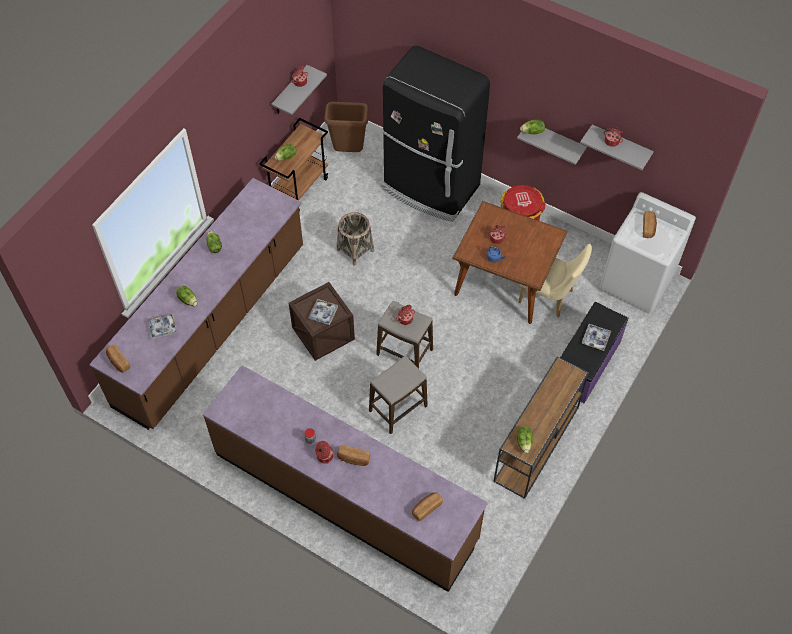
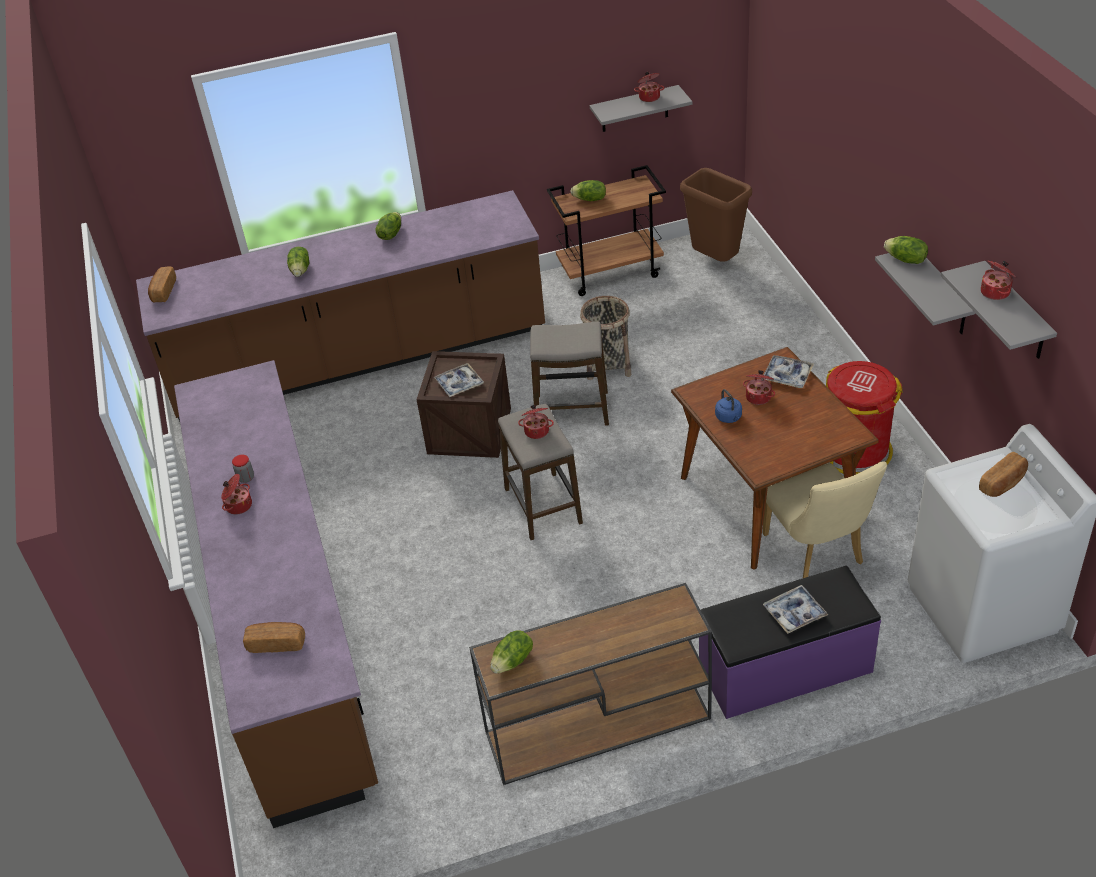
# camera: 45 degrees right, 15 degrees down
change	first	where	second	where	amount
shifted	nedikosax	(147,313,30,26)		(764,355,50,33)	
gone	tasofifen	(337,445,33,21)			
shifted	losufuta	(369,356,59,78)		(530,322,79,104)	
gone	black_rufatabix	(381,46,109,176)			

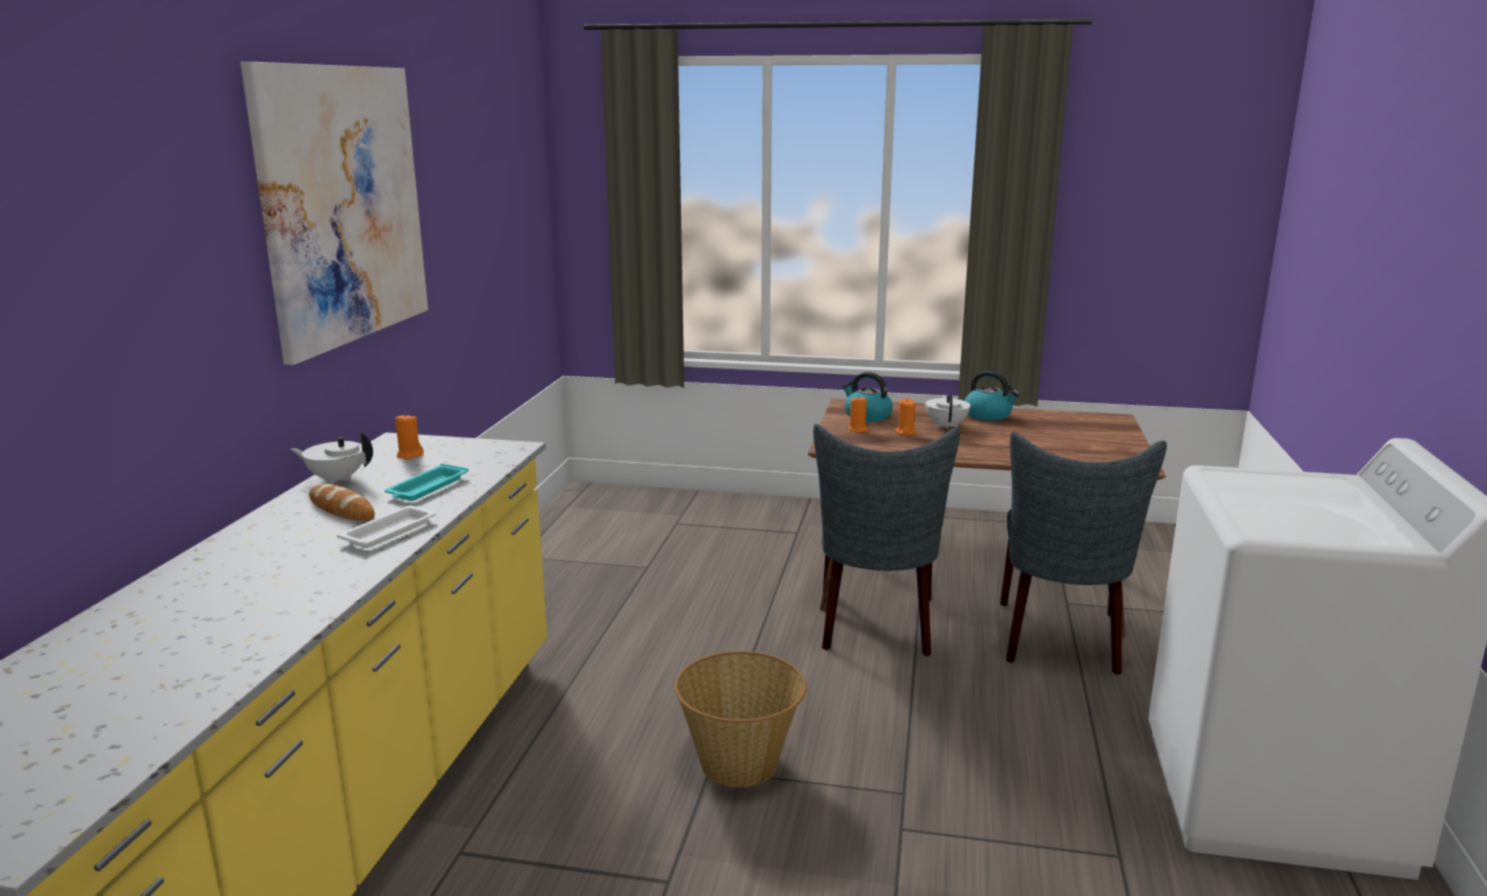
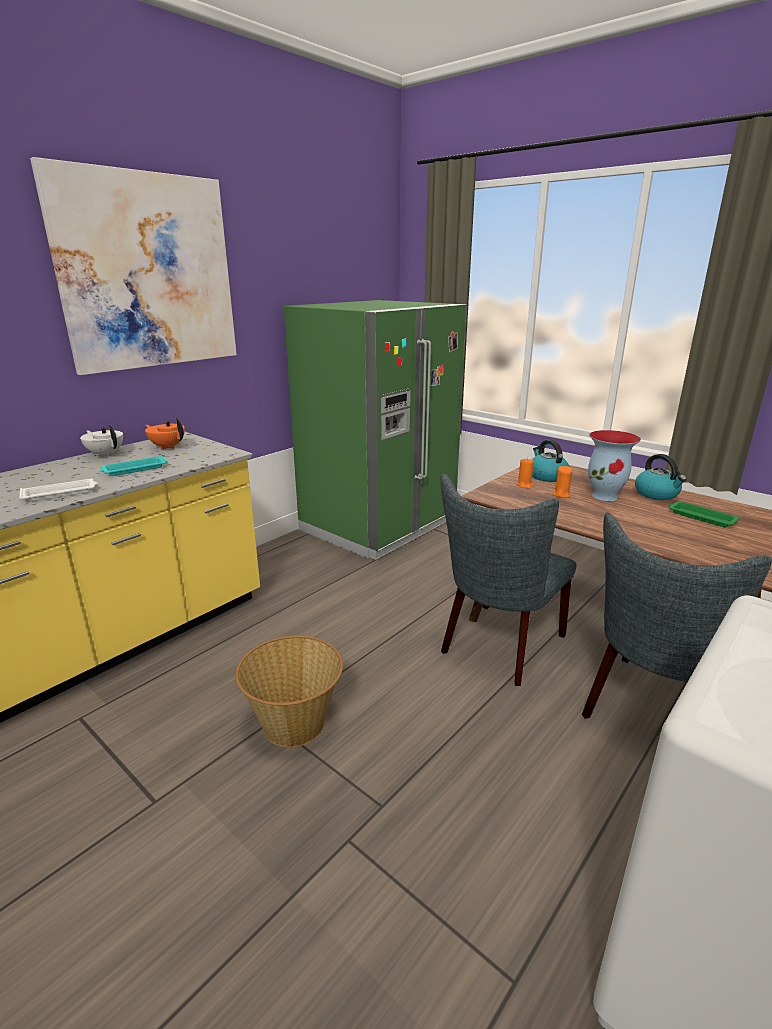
# camera: 30 degrees right, 5 degrees up
change	first	where	second	where	amount
gone	tasofifen	(309,484,66,37)			
swapped	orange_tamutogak	(395,413,29,47)	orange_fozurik	(145,418,40,32)	
swapped	white_fozurik	(925,395,45,35)	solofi	(588,430,53,71)	
new			green_rufatabix	(284,300,183,260)	
new			green_nedikosax	(669,501,72,26)	

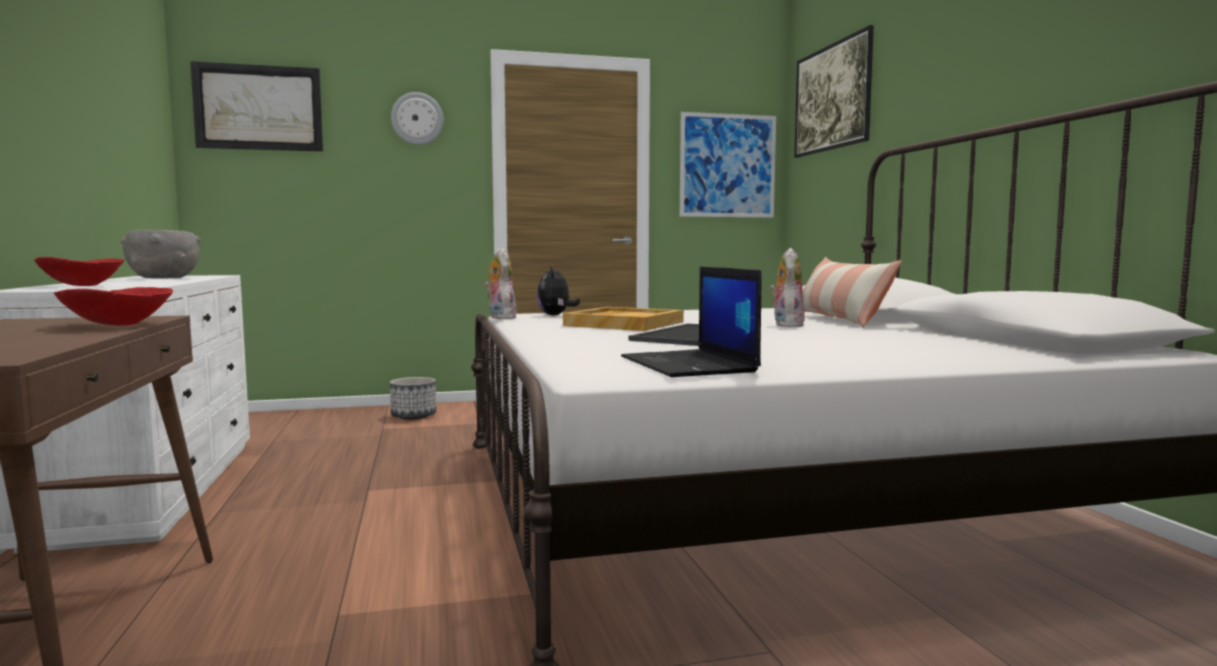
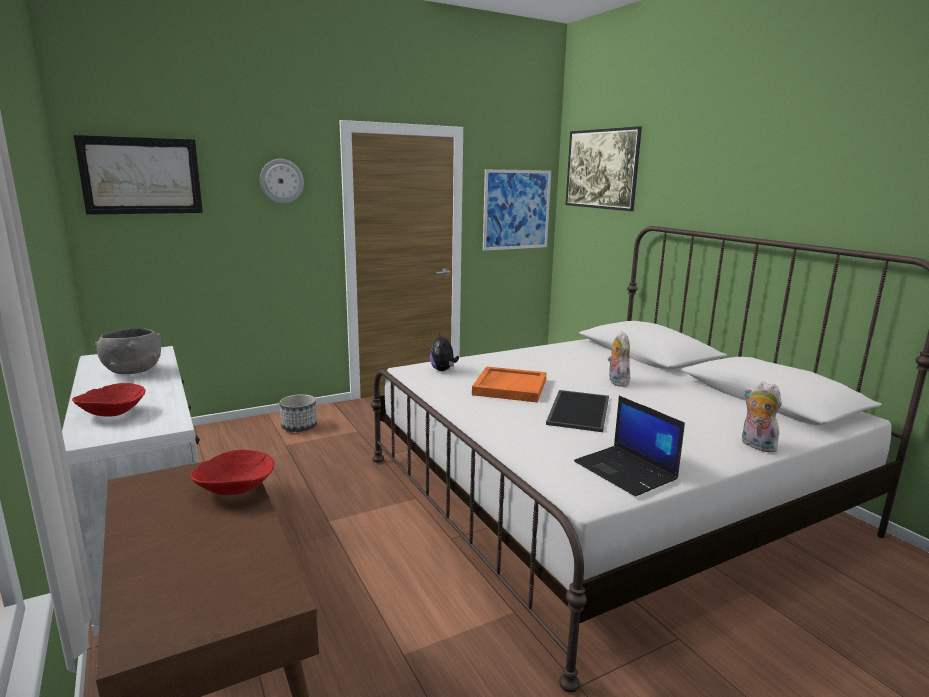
# camera: 15 degrees left, 10 degrees up
change	first	where	second	where	amount
shifted	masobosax	(484,248,33,71)		(742,381,40,71)	
repainted	beige_nedikosax	(563,307,121,24)	orange_nedikosax	(472,366,75,37)	
gone	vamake	(802,257,100,71)			

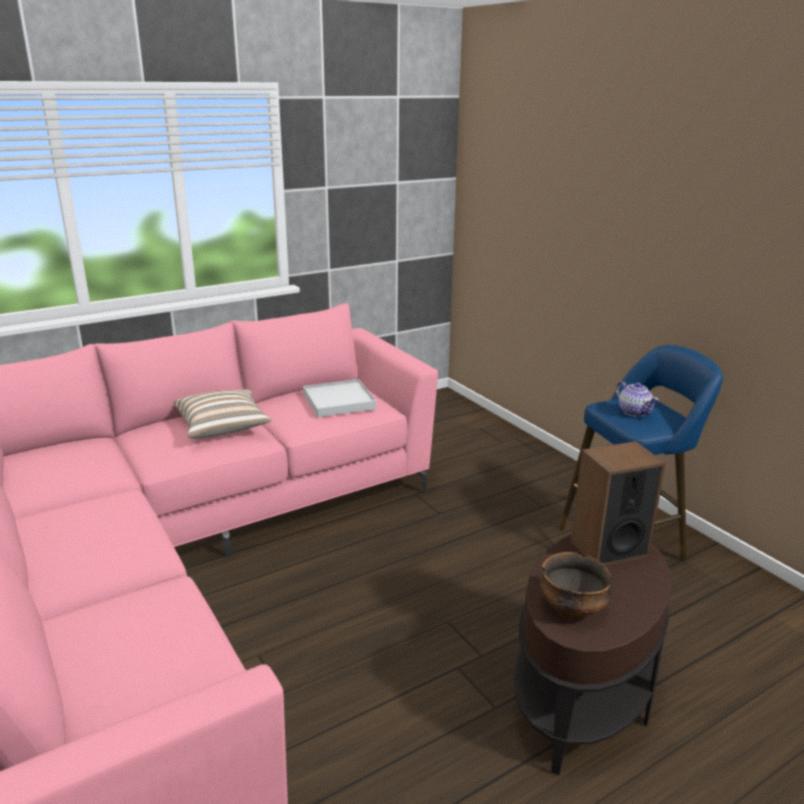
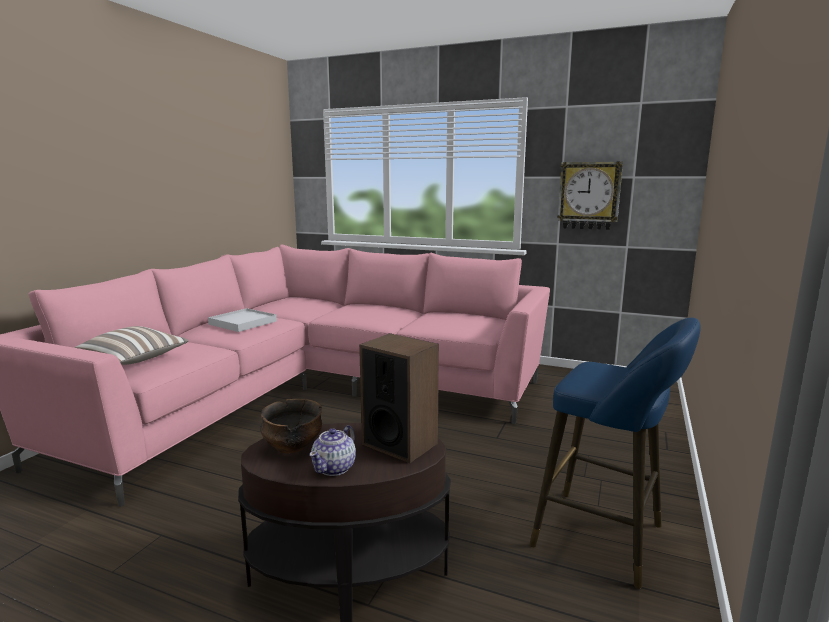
# camera: 55 degrees right, 10 degrees down
change	first	where	second	where	amount
shifted	vamake	(174,389,98,50)		(75,326,114,39)	
shifted	white_nedikosax	(303,379,73,38)		(208,308,69,24)	
shifted	fozurik	(616,381,43,36)		(309,425,47,51)	
new			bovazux	(557,161,66,69)	

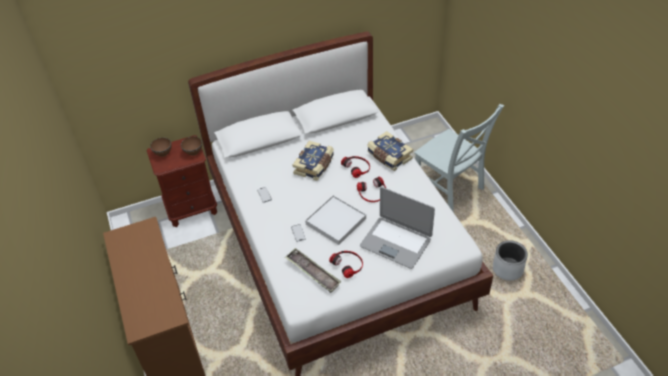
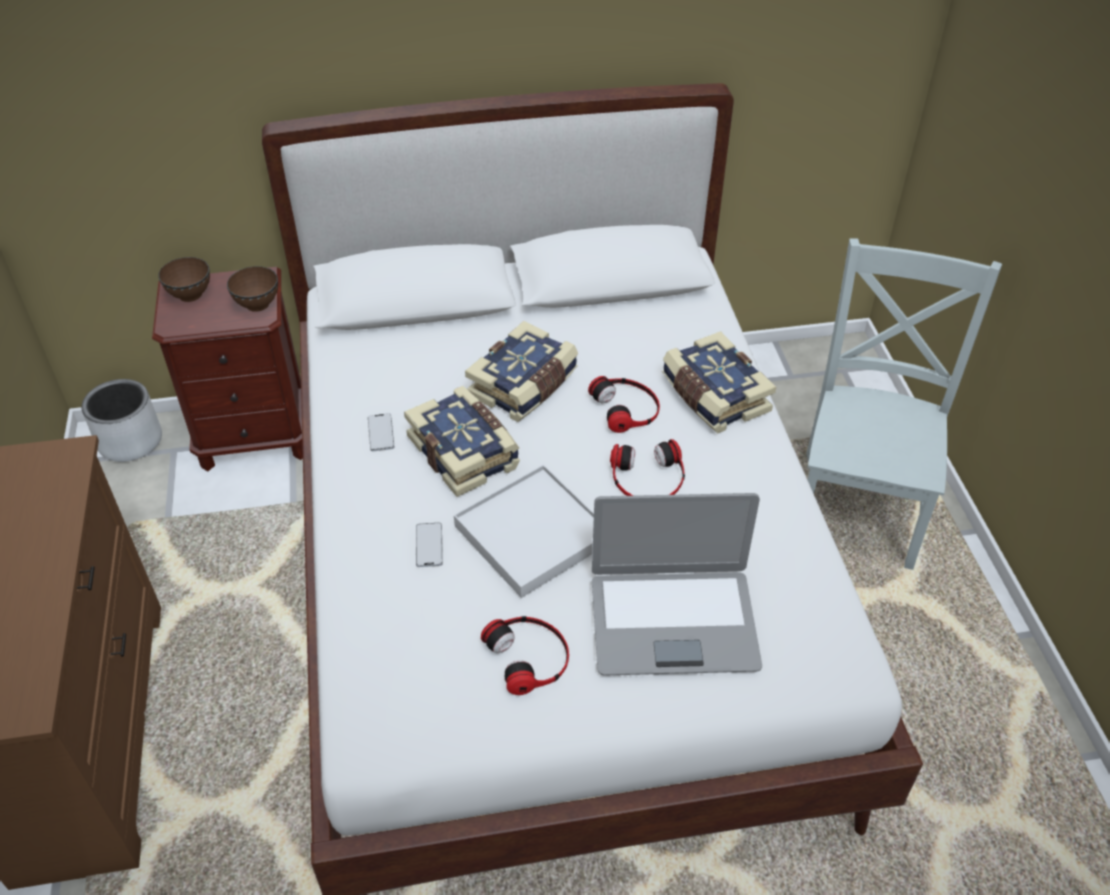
# camera: 10 degrees right, 0 degrees up
change	first	where	second	where	amount
gone	nedikosax	(285,248,56,45)			
rotated	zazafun	(360,187,75,82)		(592,493,170,183)	45 degrees counterclockwise
rotated	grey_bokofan	(414,104,90,108)		(806,238,196,332)	135 degrees counterclockwise
shifted	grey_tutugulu	(493,240,35,41)		(81,379,81,83)	
new			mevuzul	(404,386,116,111)	

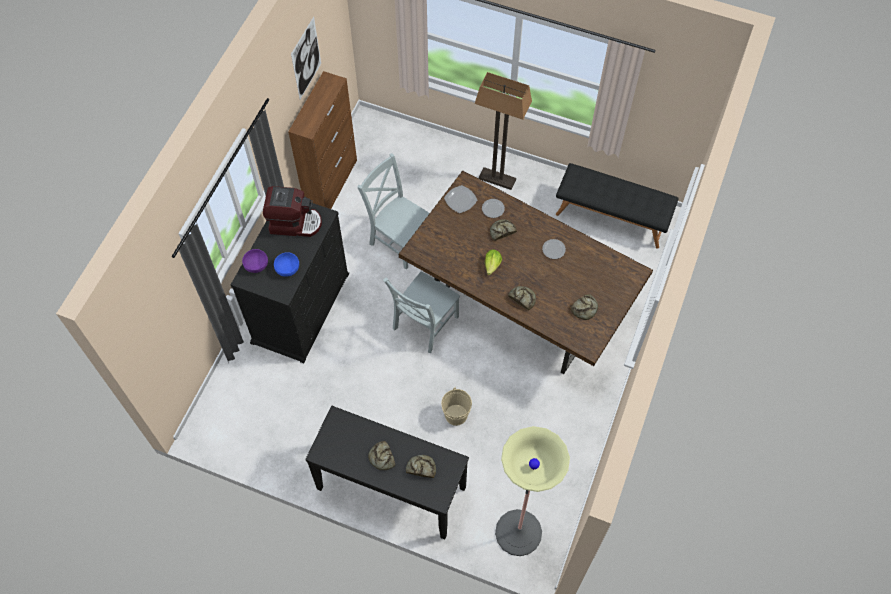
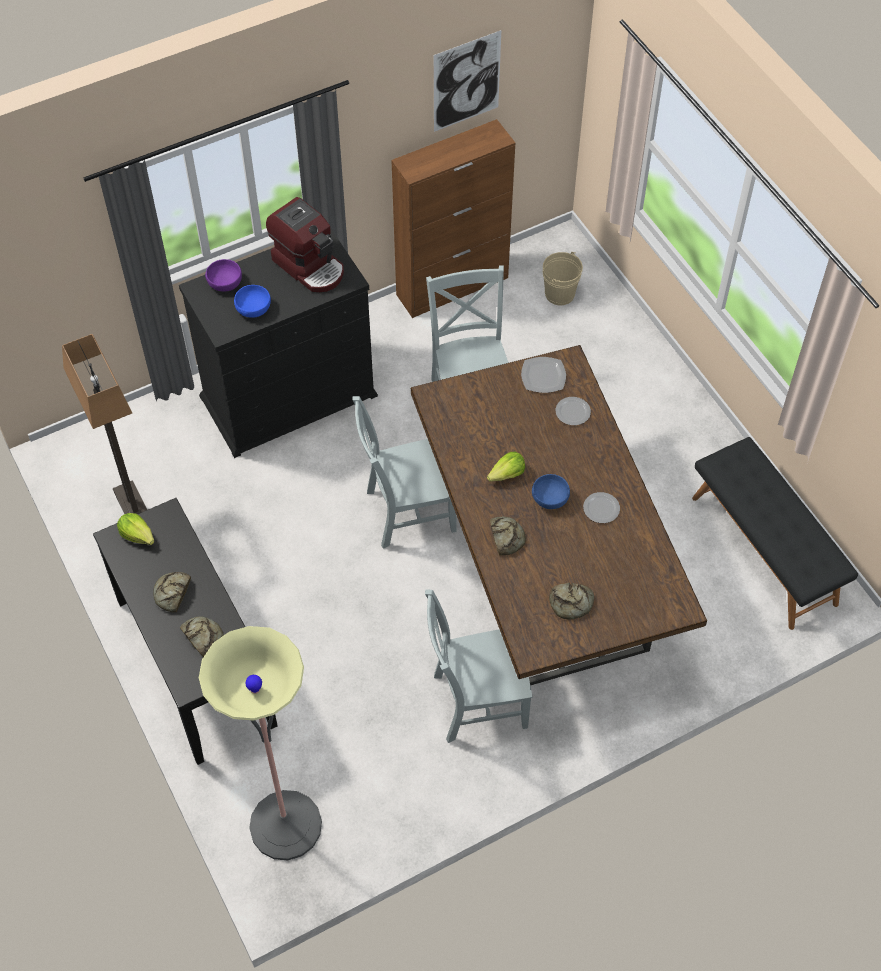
# camera: 40 degrees right, 5 degrees down
change	first	where	second	where	amount
shifted	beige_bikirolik	(441,387,31,39)		(543,252,40,53)	
shifted	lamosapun	(475,72,57,118)		(62,334,85,180)	
gone	tasofifen	(490,219,27,22)			
new			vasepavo	(117,513,37,32)	
new			grey_bokofan	(425,589,108,154)	
new			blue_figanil	(532,474,38,35)	

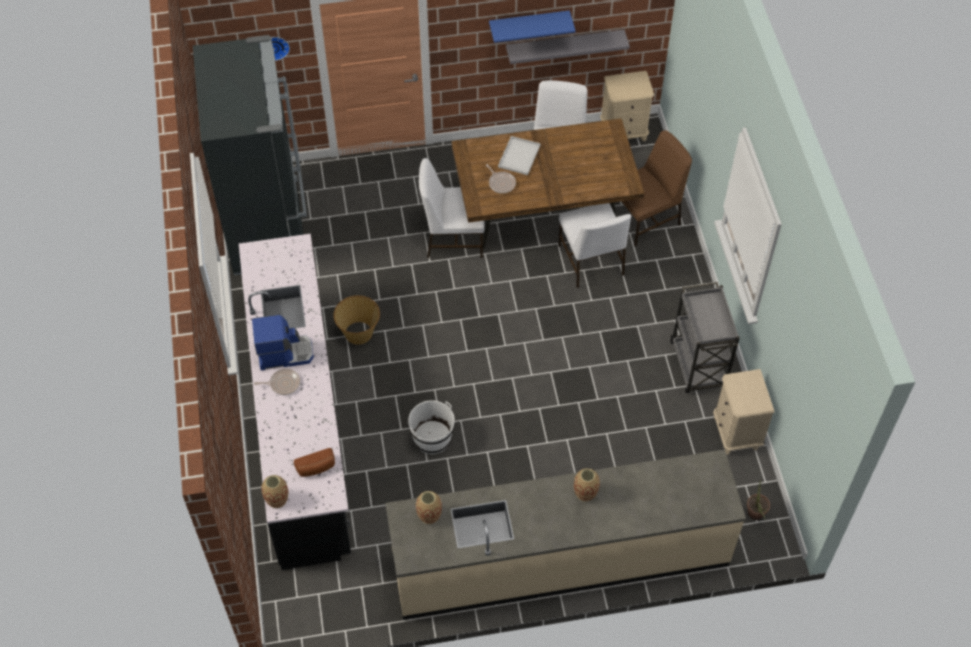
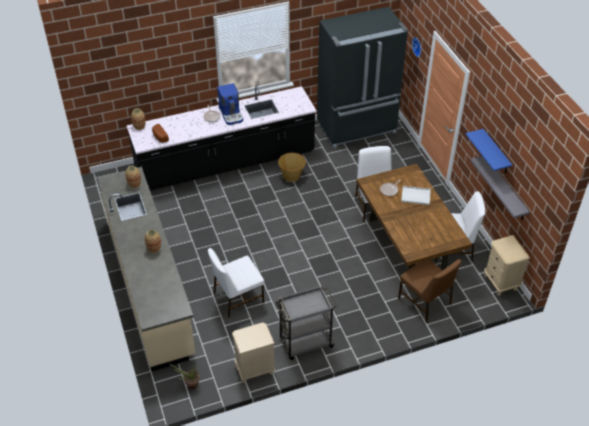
# camera: 80 degrees right, 10 degrees down
change	first	where	second	where	amount
gone	white_bikirolik	(408,400,47,54)			
shifted	white_bokofan	(558,203,73,85)		(208,248,56,70)	

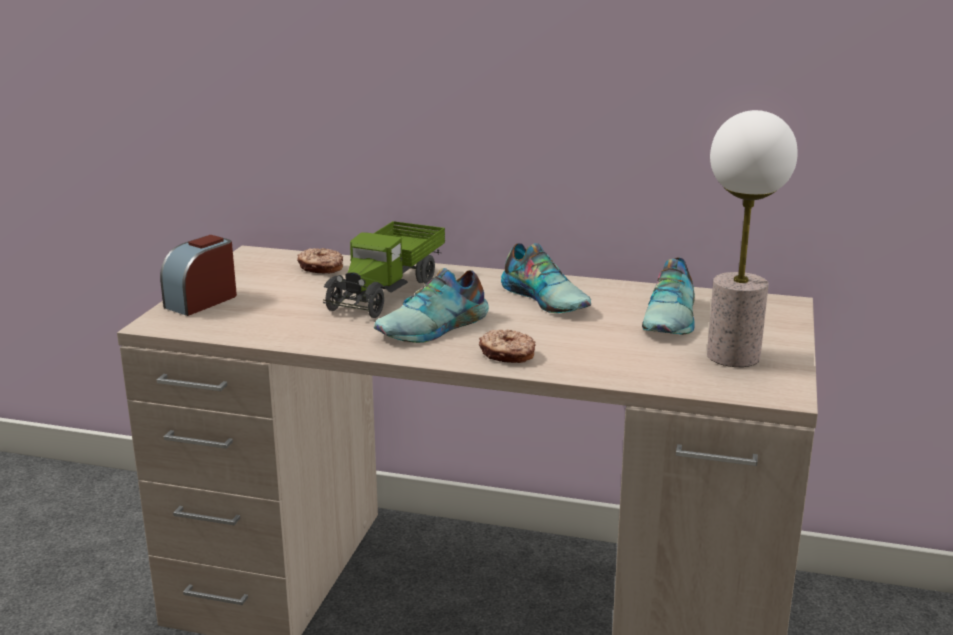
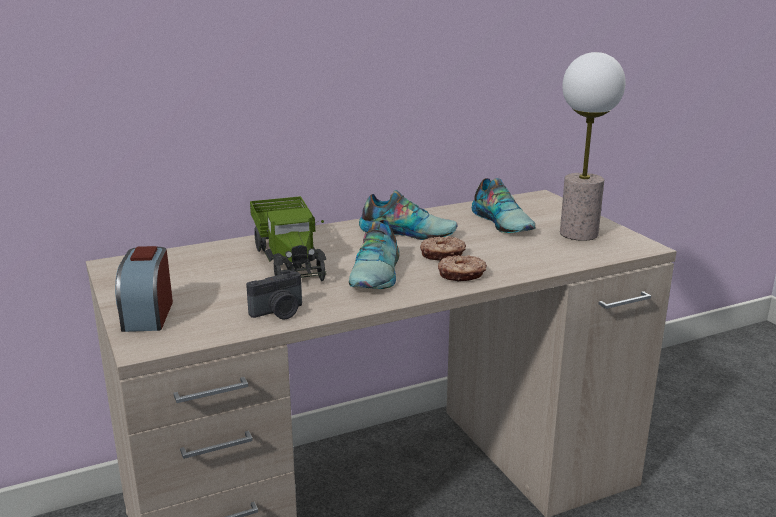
# camera: 40 degrees left, 0 degrees up
change	first	where	second	where	amount
shifted	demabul	(297,248,46,26)		(420,236,46,25)	
new			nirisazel	(246,270,56,50)	

